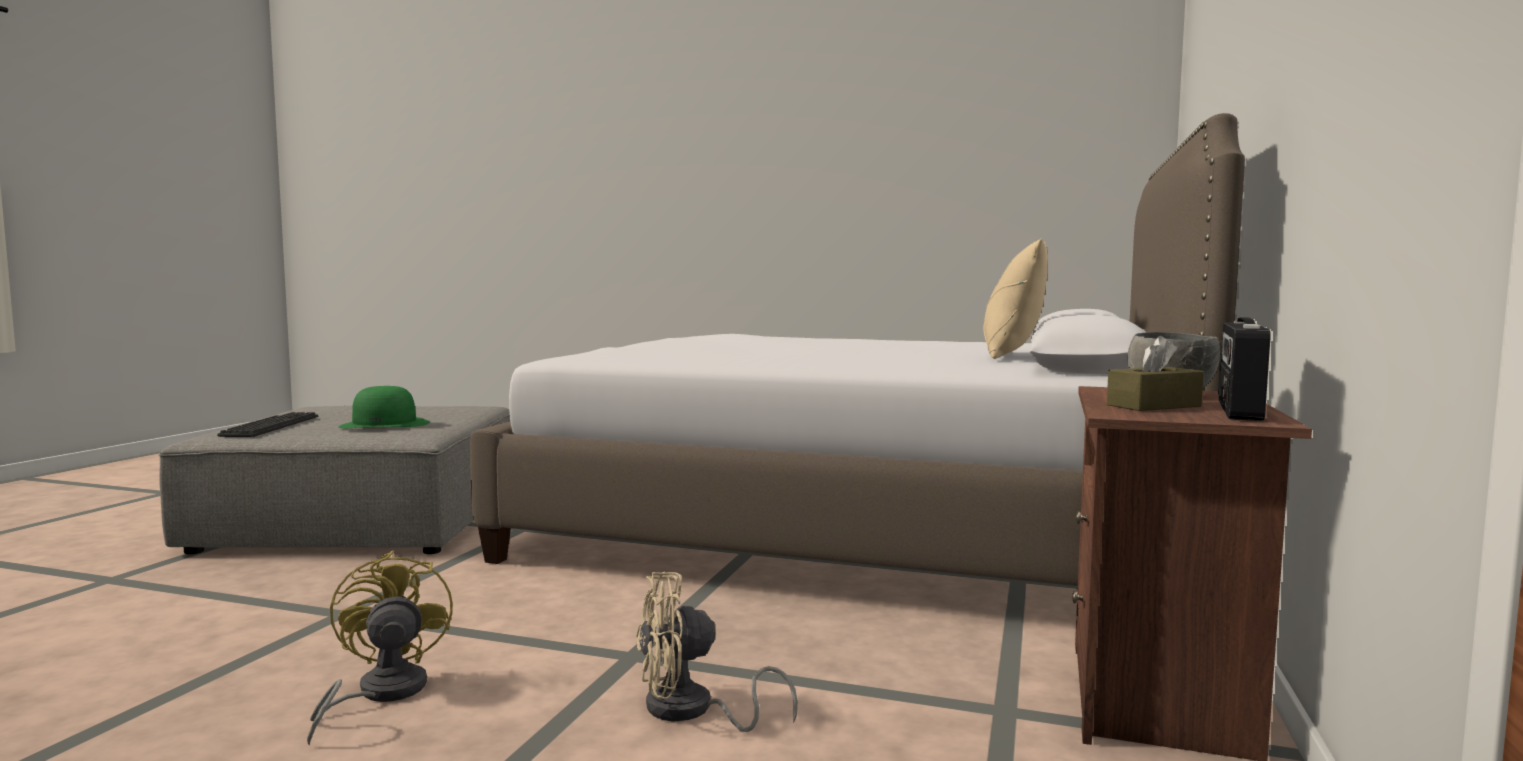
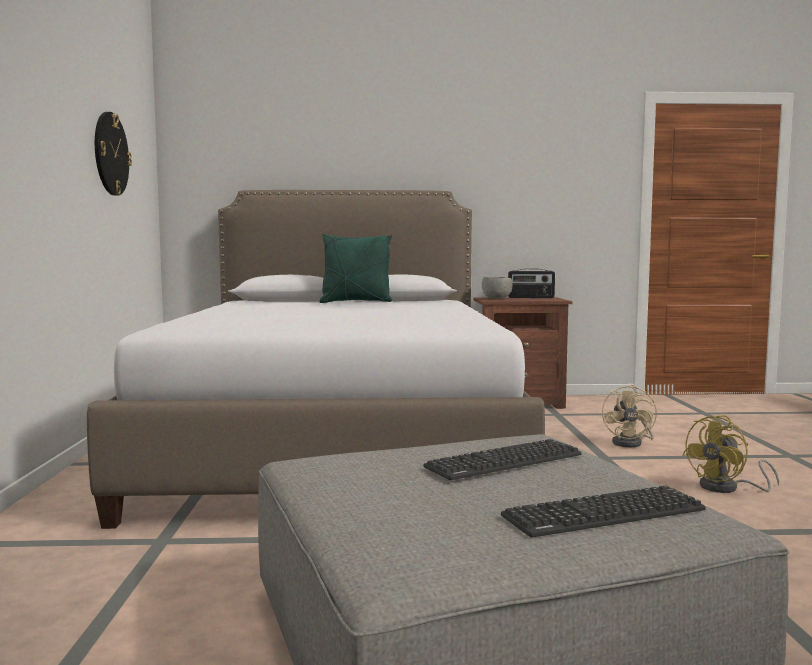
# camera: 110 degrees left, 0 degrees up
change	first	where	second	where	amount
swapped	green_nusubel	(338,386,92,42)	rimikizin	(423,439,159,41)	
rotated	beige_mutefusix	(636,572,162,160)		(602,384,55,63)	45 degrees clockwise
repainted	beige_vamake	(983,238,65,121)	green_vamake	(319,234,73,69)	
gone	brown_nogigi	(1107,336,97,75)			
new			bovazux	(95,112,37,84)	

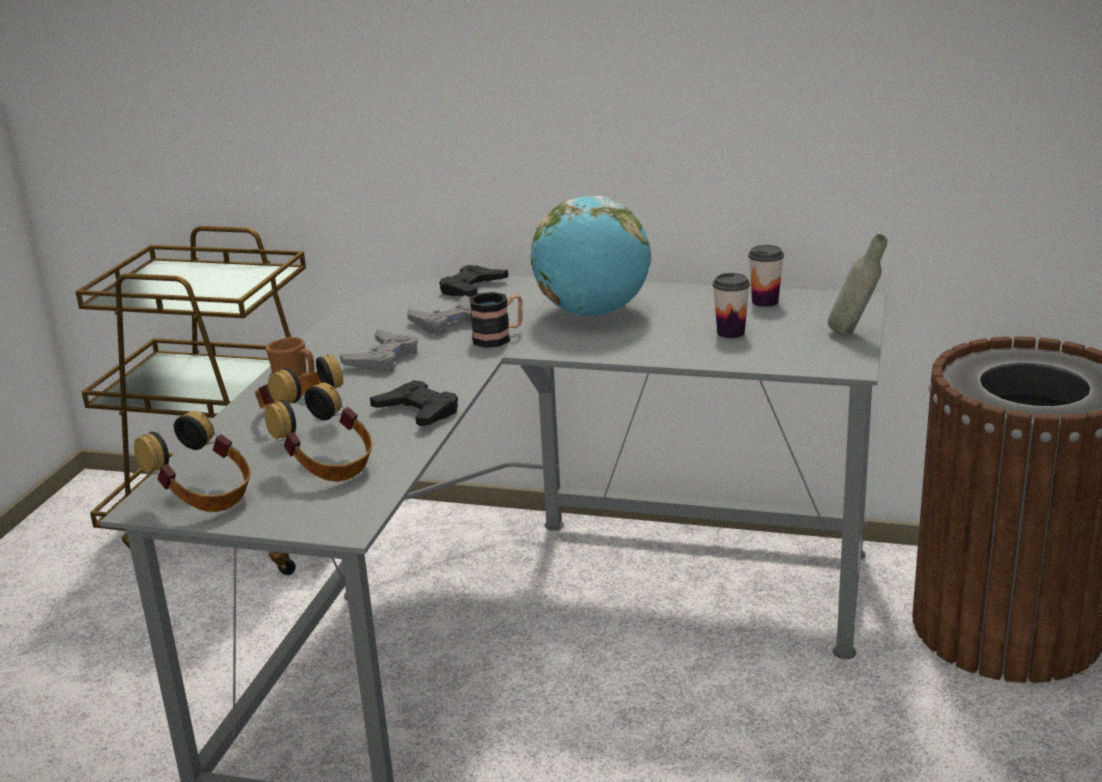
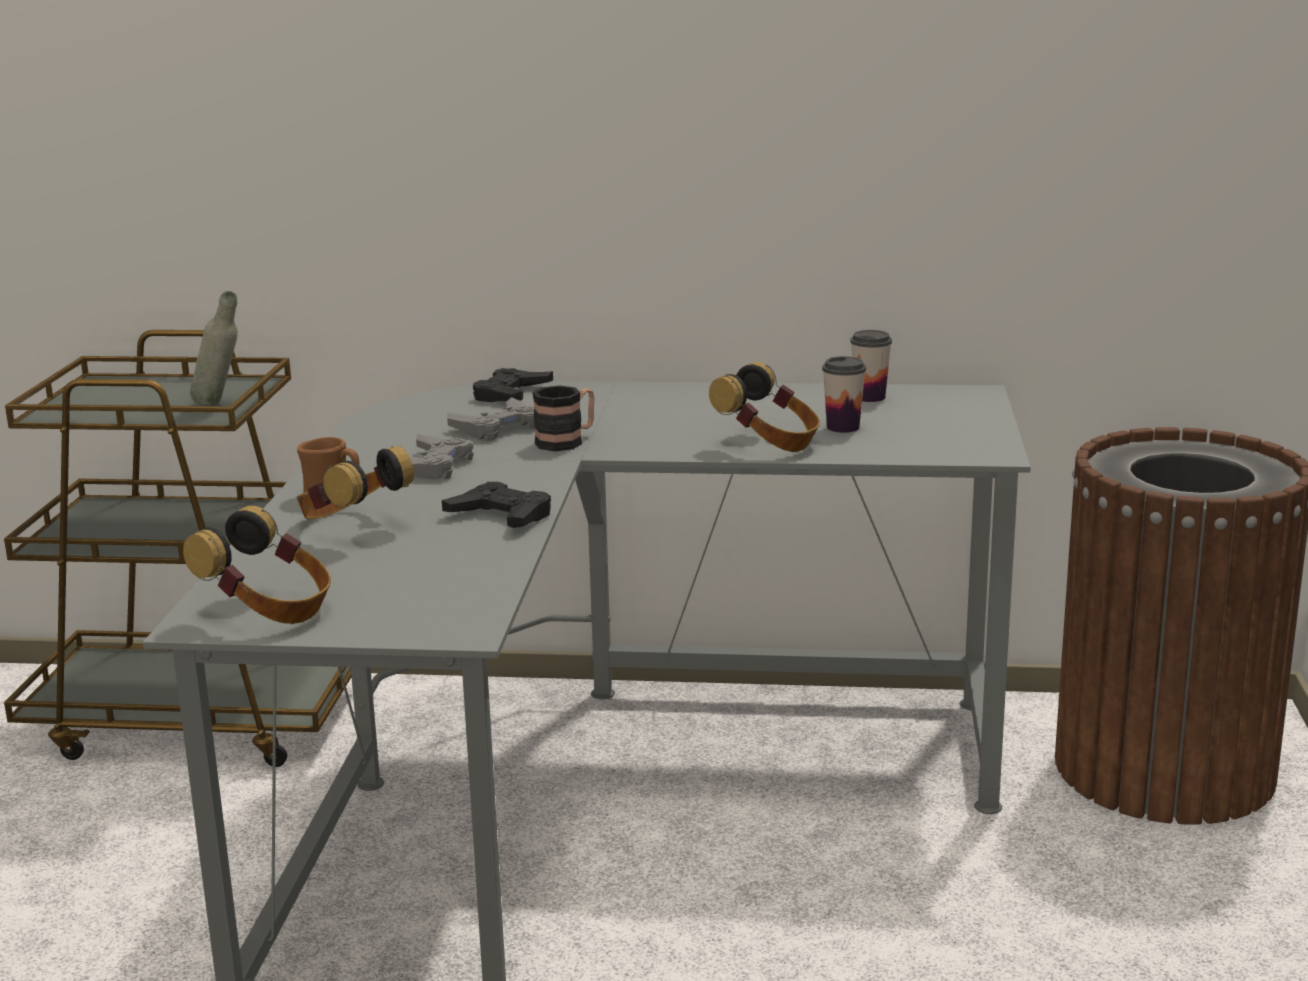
# camera: 10 degrees left, 5 degrees down
change	first	where	second	where	amount
shifted	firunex	(265,383,107,98)		(709,362,111,90)	
gone	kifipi	(531,196,120,120)			
shifted	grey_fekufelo	(828,234,59,101)		(190,291,48,115)	

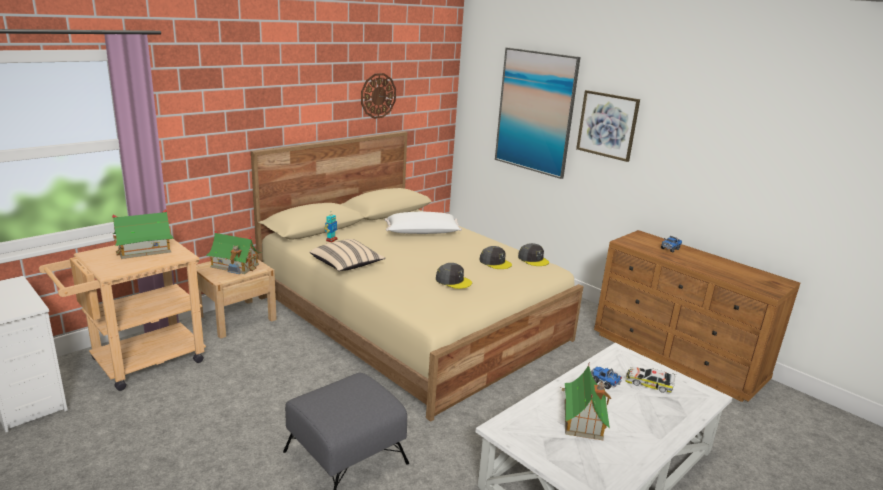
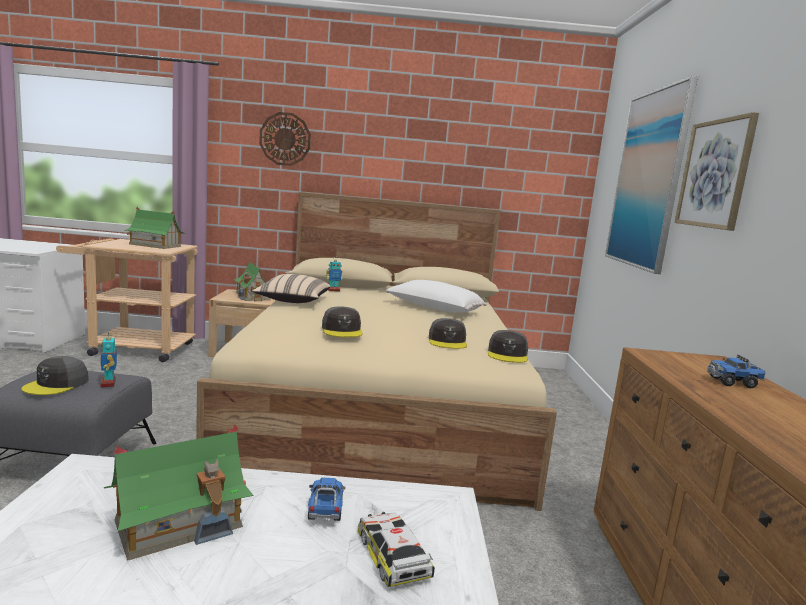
# camera: 45 degrees right, 10 degrees down
change	first	where	second	where	amount
shifted	bovazux	(361,73,35,46)		(259,112,52,54)	
new			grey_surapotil	(21,356,68,39)	
new			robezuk	(100,331,17,56)	

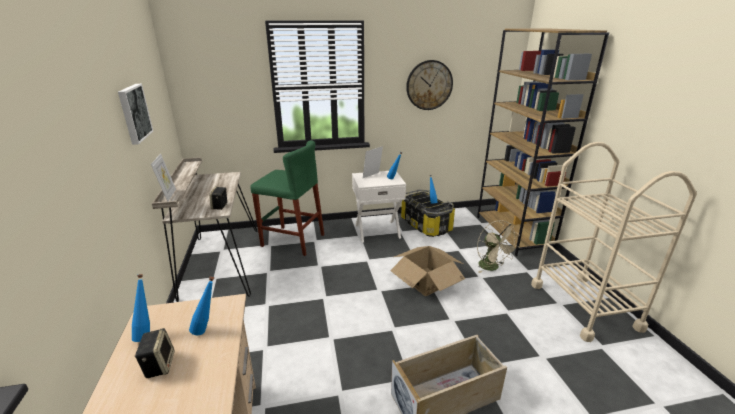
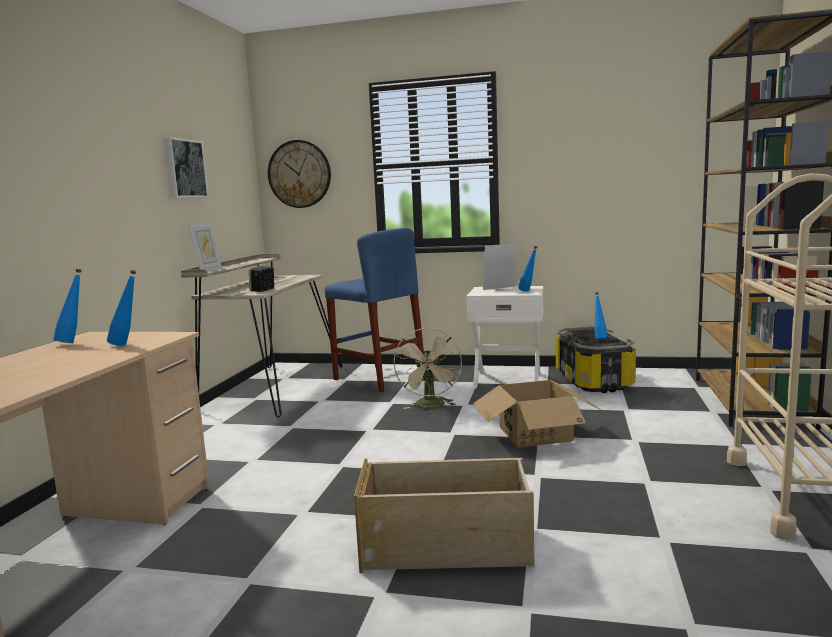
# camera: 25 degrees right, 15 degrees down
change	first	where	second	where	amount
gone	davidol	(135,328,40,50)			
repainted	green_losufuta	(250,140,74,116)	blue_losufuta	(325,228,100,165)	
shifted	bovazux	(406,60,47,50)		(268,140,63,68)	
shifted	beige_mutefusix	(477,220,43,53)		(393,328,69,81)	

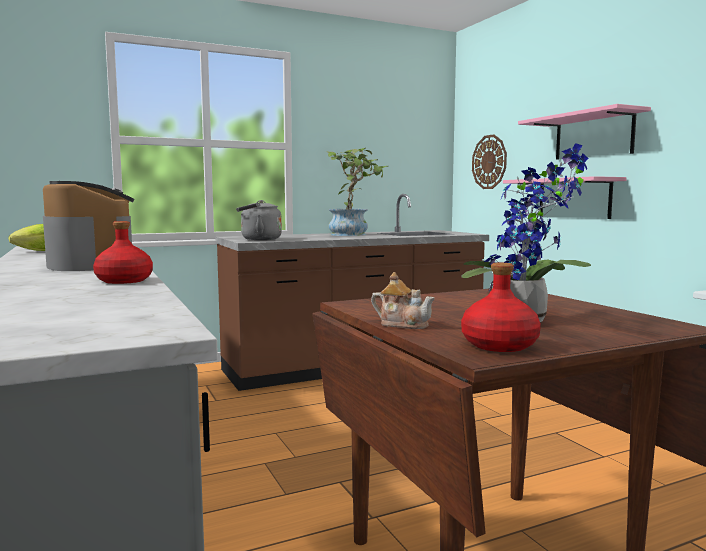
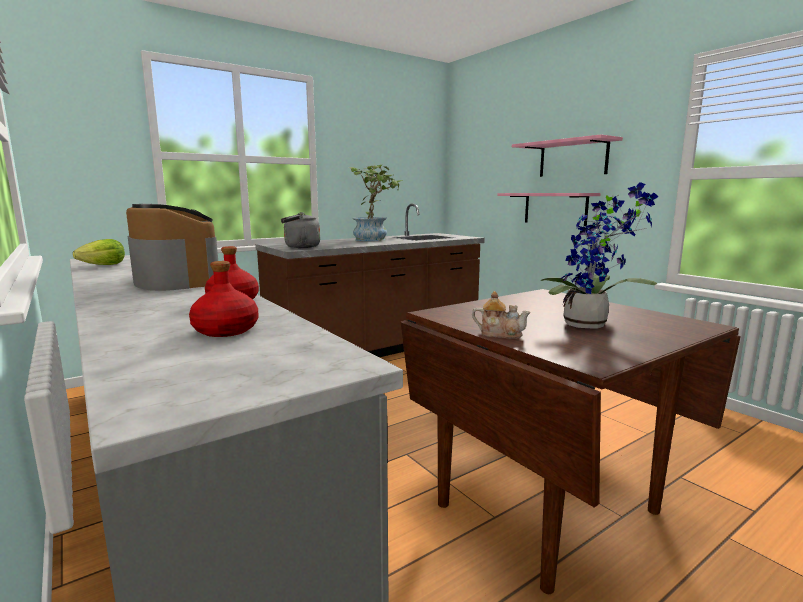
# camera: 10 degrees left, 5 degrees up
change	first	where	second	where	amount
shifted	red_fekufelo	(461,263,80,89)		(189,261,69,76)	
gone	bovazux	(472,134,35,55)			

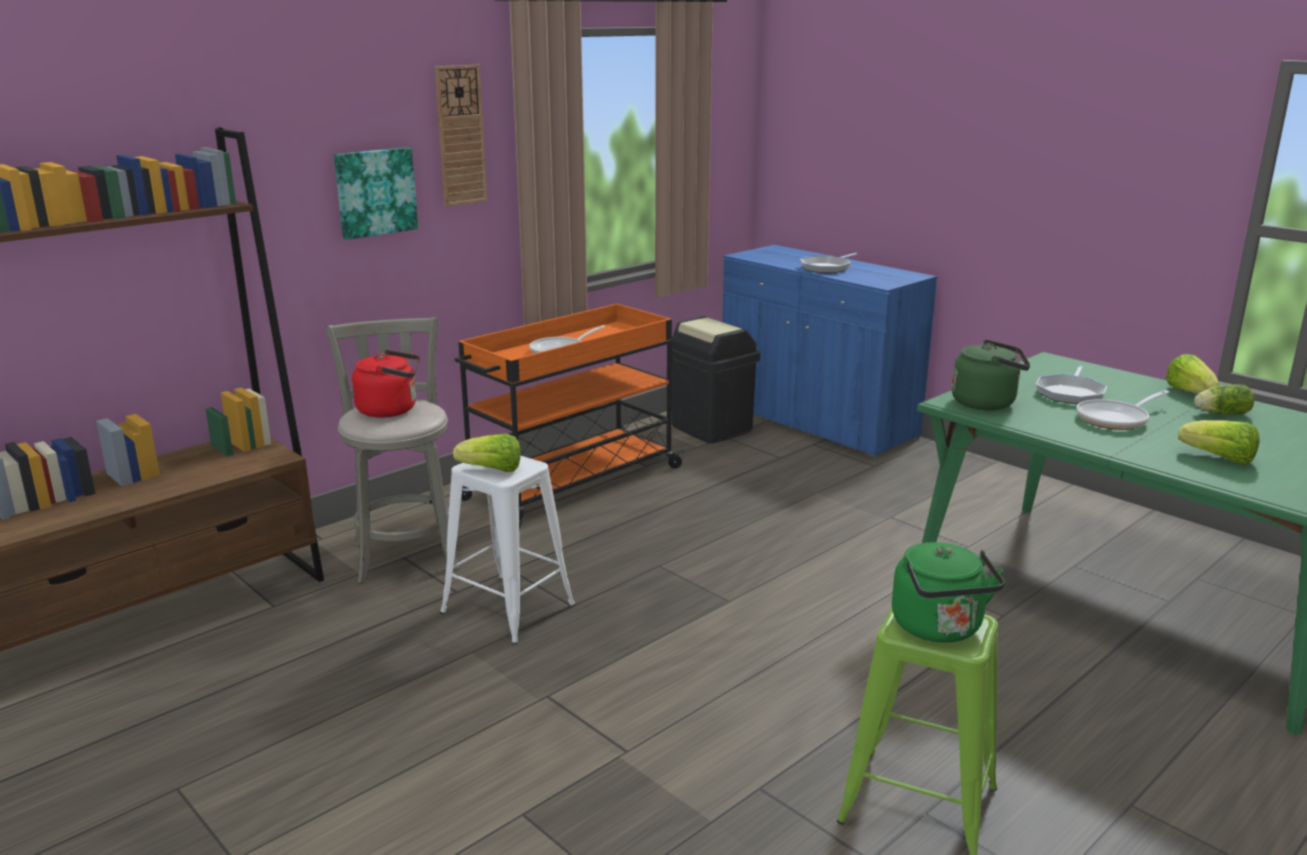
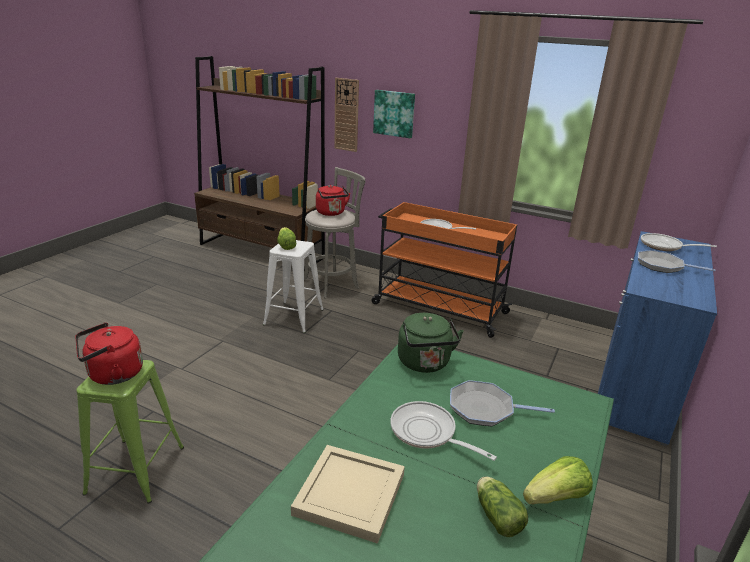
# camera: 70 degrees right, 5 degrees up
change	first	where	second	where	amount
shifted	bovazux	(434,65,53,142)		(335,78,24,74)	
gone	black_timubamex	(671,316,89,127)			
repainted	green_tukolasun	(892,542,113,101)	red_tukolasun	(75,323,68,62)	
swapped	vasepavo	(1178,420,82,45)	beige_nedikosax	(291,445,114,99)	
new			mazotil	(641,233,76,18)	

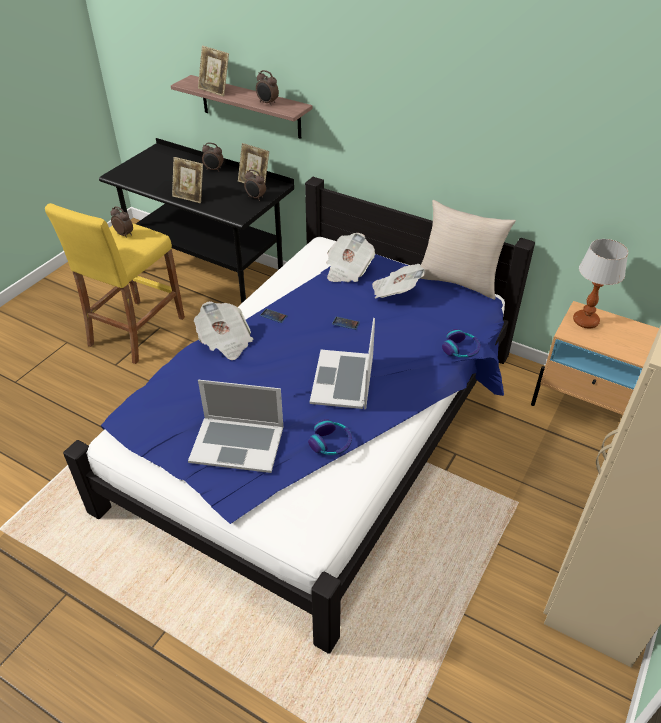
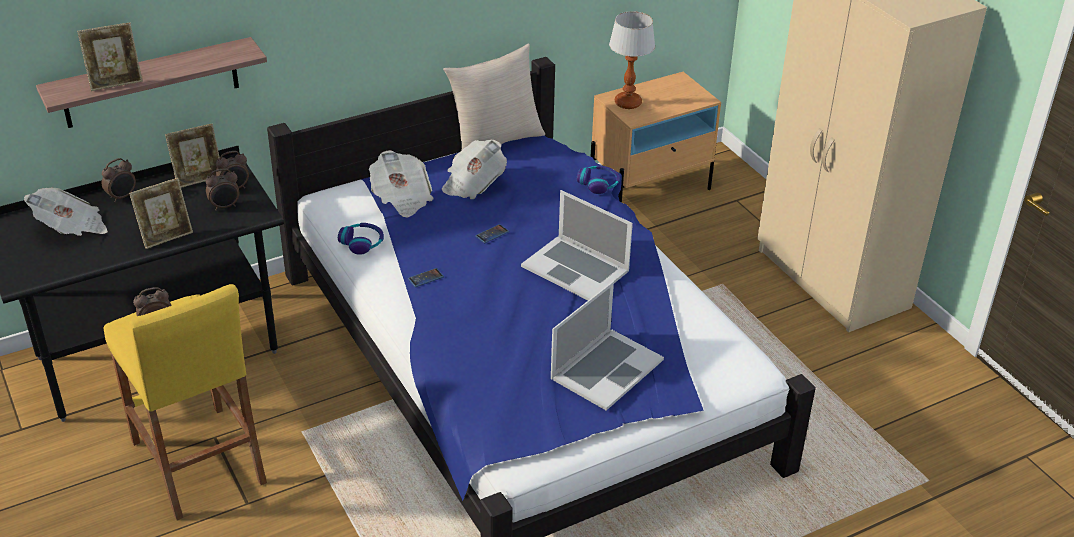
# camera: 60 degrees left, 5 degrees down
change	first	where	second	where	amount
shifted	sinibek	(194,301,59,59)		(24,188,84,48)	
shifted	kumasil	(256,70,23,36)		(205,168,35,43)	
shifted	firunex	(308,419,44,36)		(338,223,46,32)	

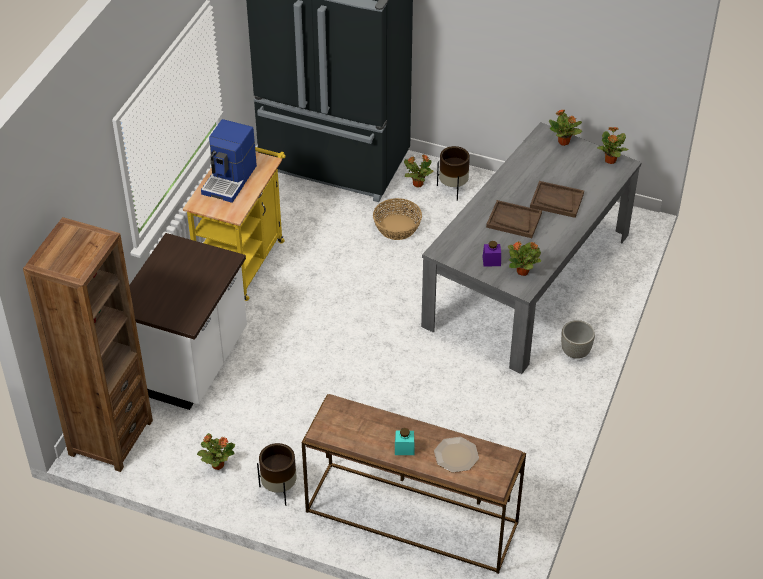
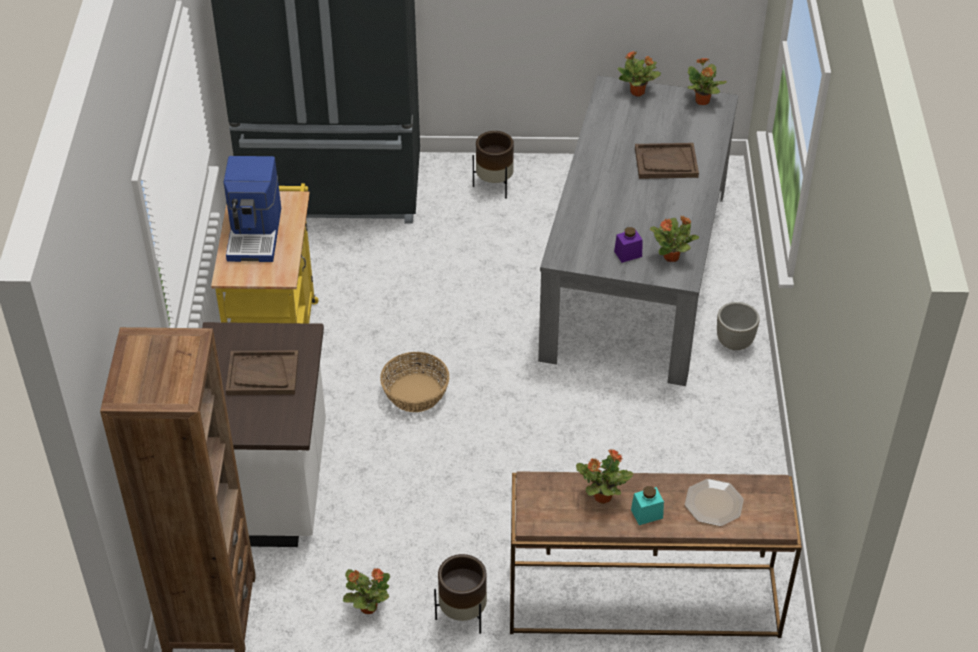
# camera: 20 degrees left, 0 degrees up
change	first	where	second	where	amount
shifted	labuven	(373,198,49,42)		(380,352,69,60)	
shifted	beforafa	(404,155,30,32)		(576,450,57,54)	
shifted	brown_nedikosax	(486,200,56,38)		(226,350,73,45)	

